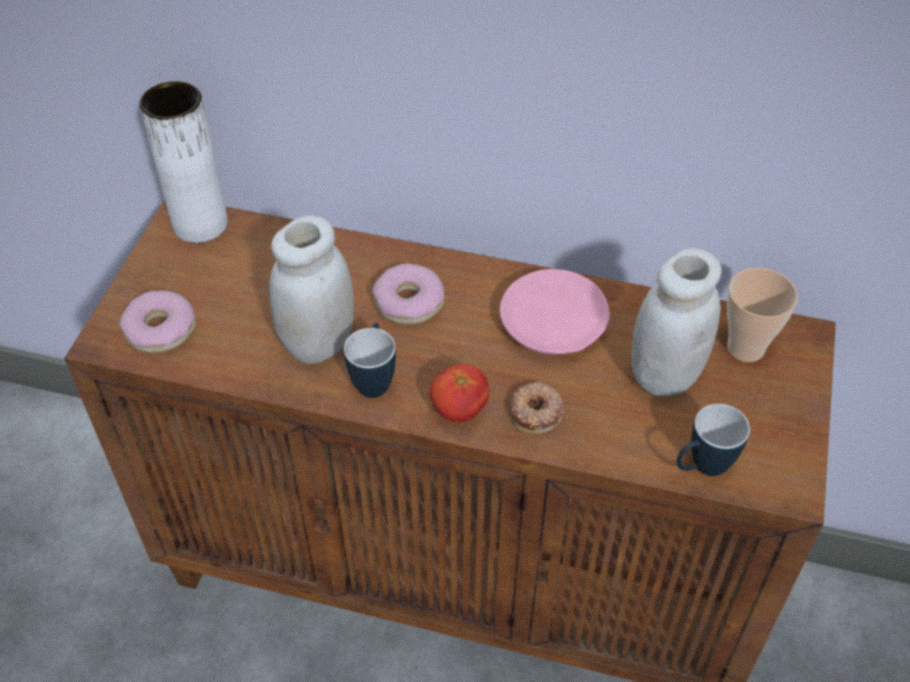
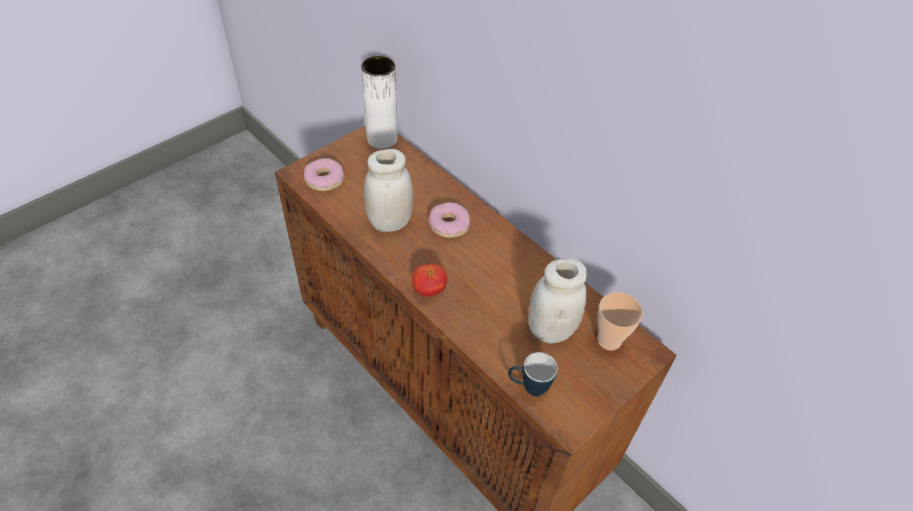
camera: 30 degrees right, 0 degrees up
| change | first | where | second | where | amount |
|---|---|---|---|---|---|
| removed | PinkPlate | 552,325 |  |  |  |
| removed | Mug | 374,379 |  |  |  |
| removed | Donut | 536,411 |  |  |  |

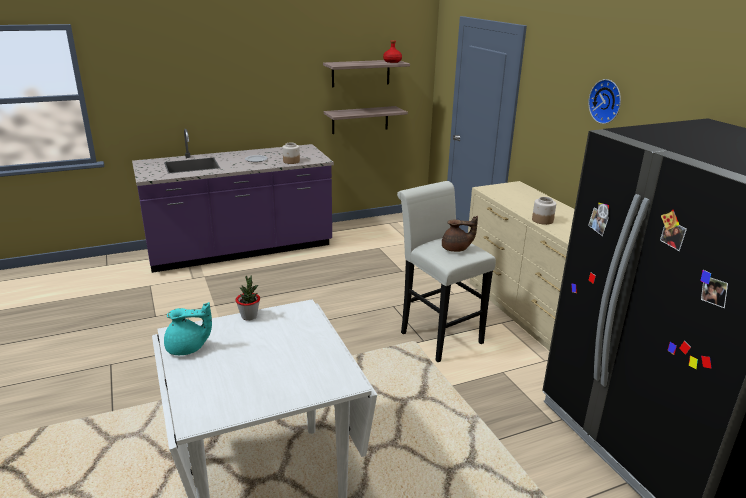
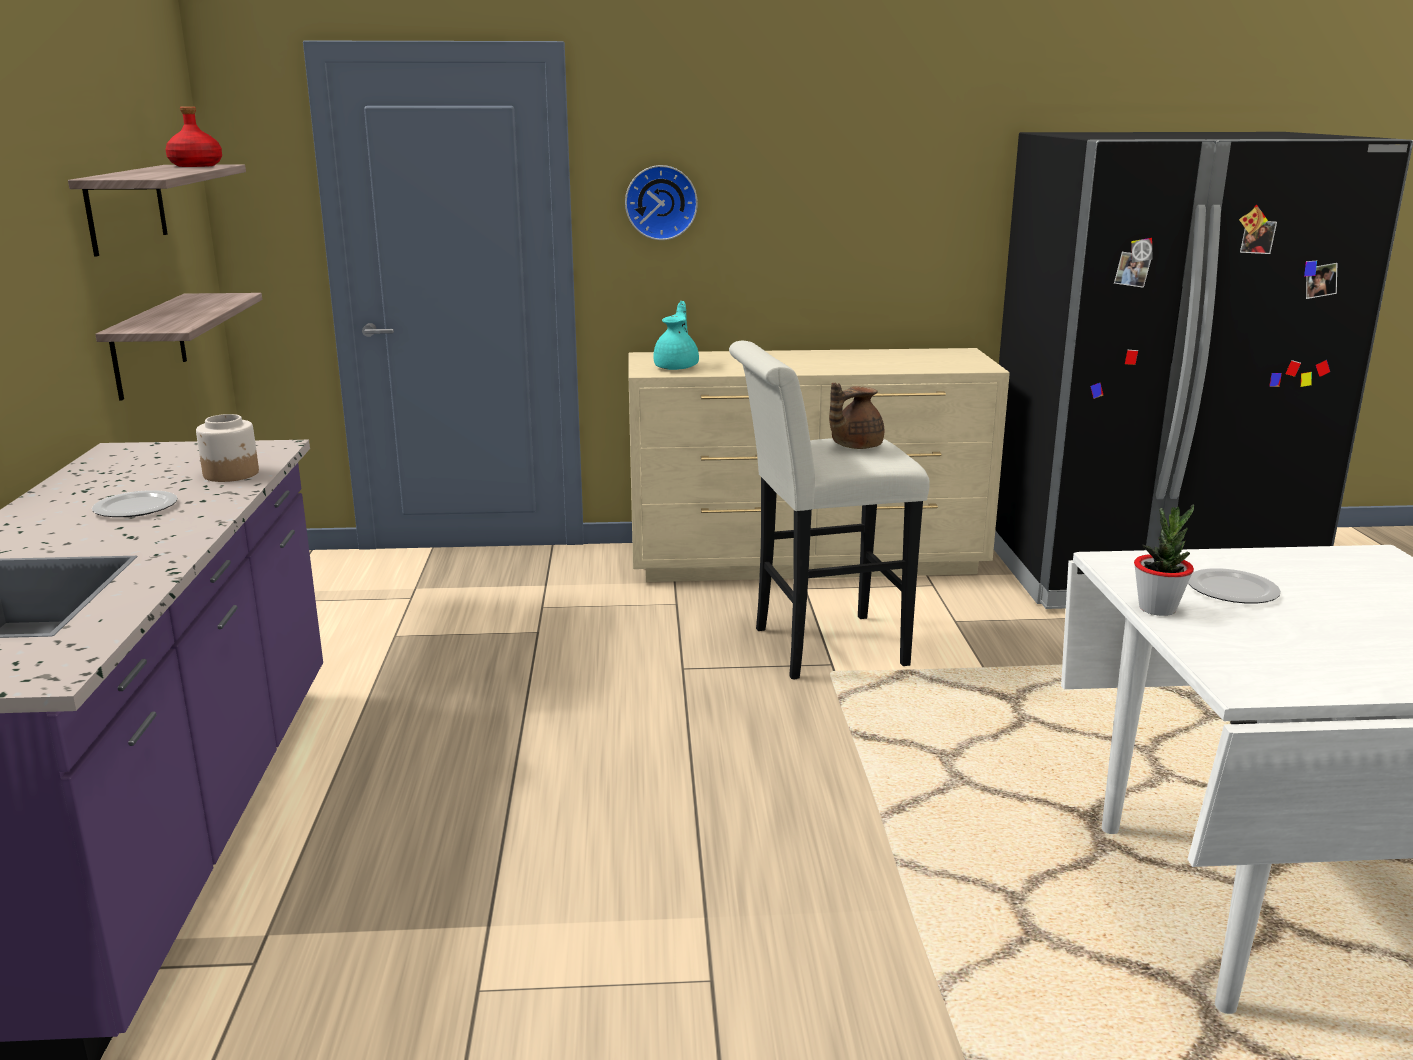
camera: 70 degrees left, 5 degrees down
| change | first | where | second | where | amount |
|---|---|---|---|---|---|
| moved | WallClock | 607,101 |  | 661,202 |  |
| removed | Jar | 542,220 |  |  |  |
| turned | BrownTeapot | 456,249 |  | 854,446 | 150 degrees counterclockwise |
| moved | TurquoiseTeapot | 187,348 |  | 677,367 |  |
| added |  |  | Plate | 1233,590 |  |

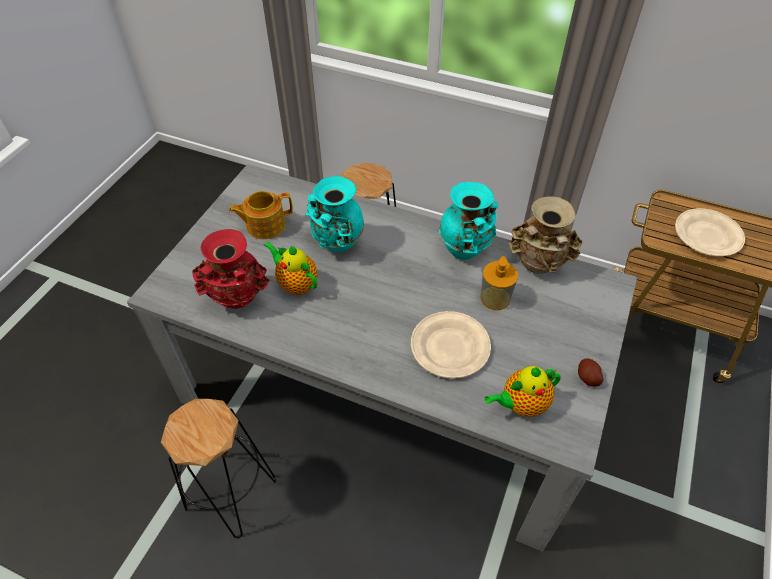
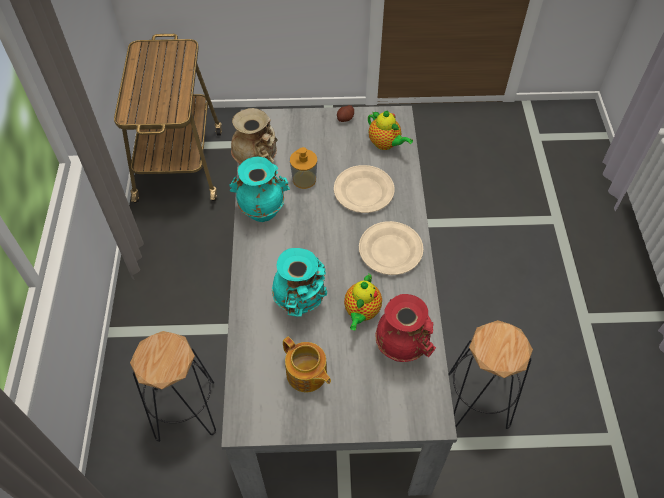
camera: 115 degrees left, 5 degrees up
| change | first | where | second | where | amount |
|---|---|---|---|---|---|
| moved | BeigePlate | 707,235 |  | 391,250 |  |

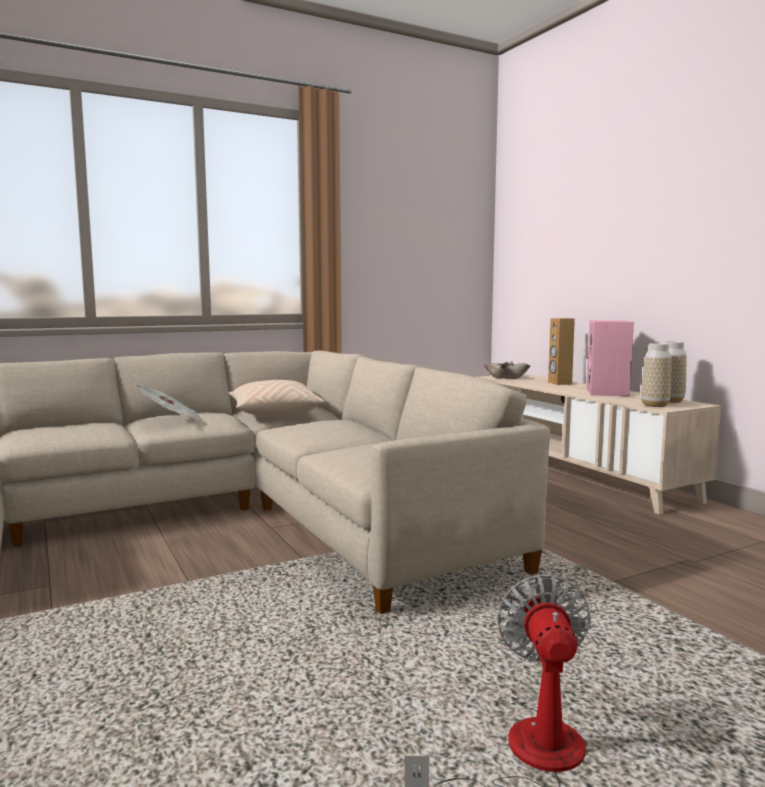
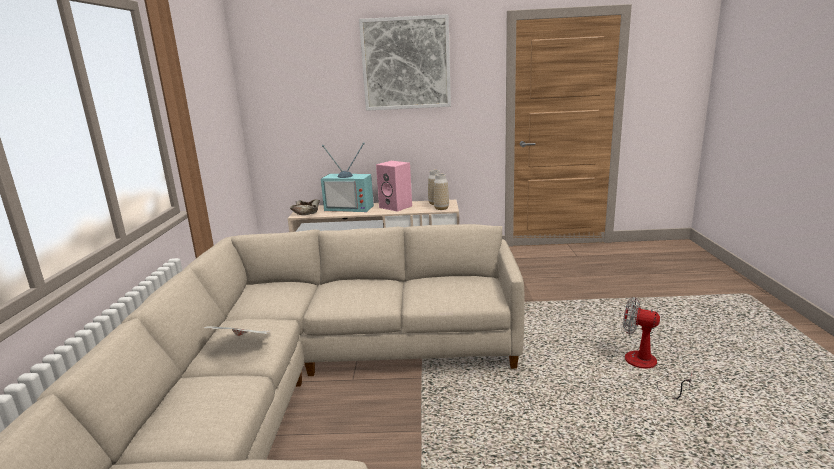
camera: 60 degrees left, 10 degrees up
| change | first | where | second | where | amount |
|---|---|---|---|---|---|
| replaced | BrownSpeaker | 559,383 | Television | 350,207 |  |
| removed | BeigePillow | 274,413 |  |  |  |
| added |  |  | Picture | 406,63 |  |

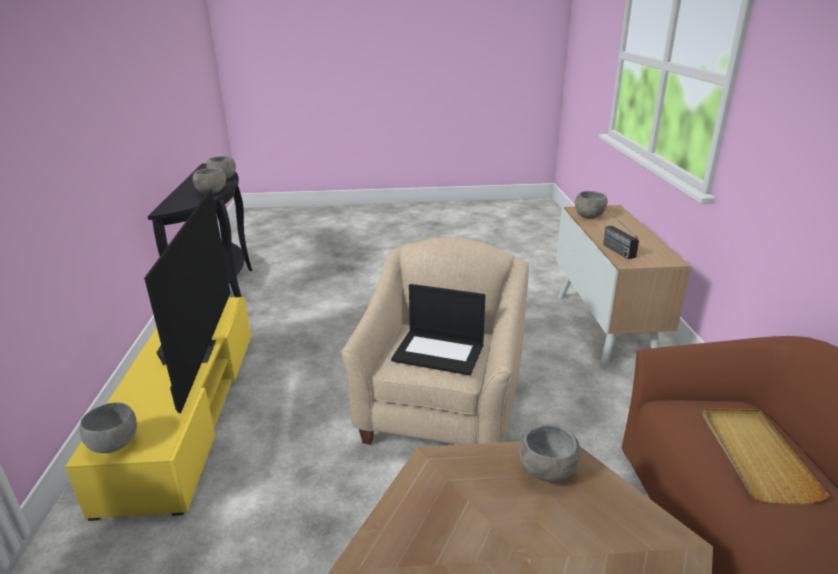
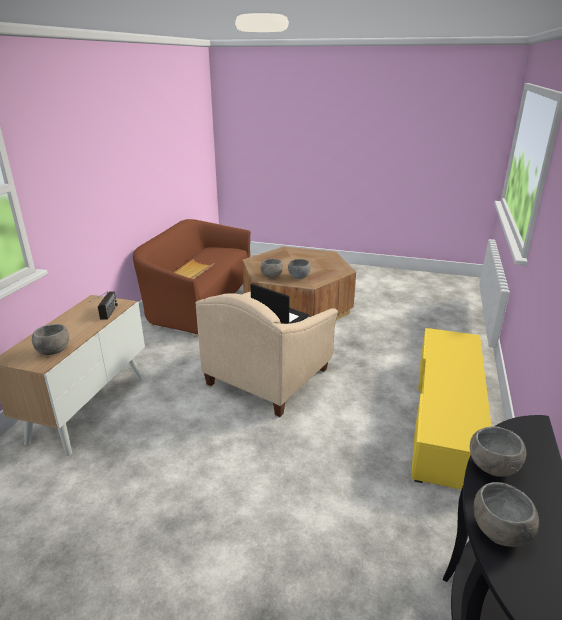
camera: 160 degrees left, 0 degrees up
| change | first | where | second | where | amount |
|---|---|---|---|---|---|
| removed | Television | 197,351 |  |  |  |
| moved | GreyBowl | 114,444 |  | 299,277 |  |

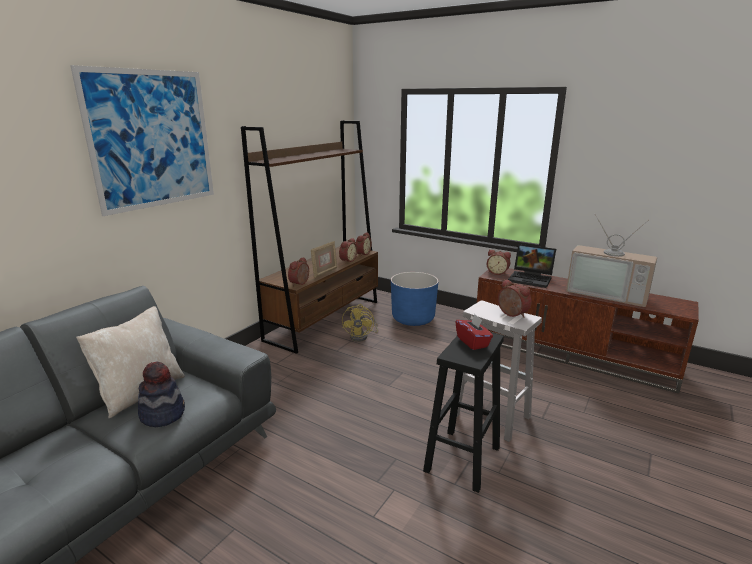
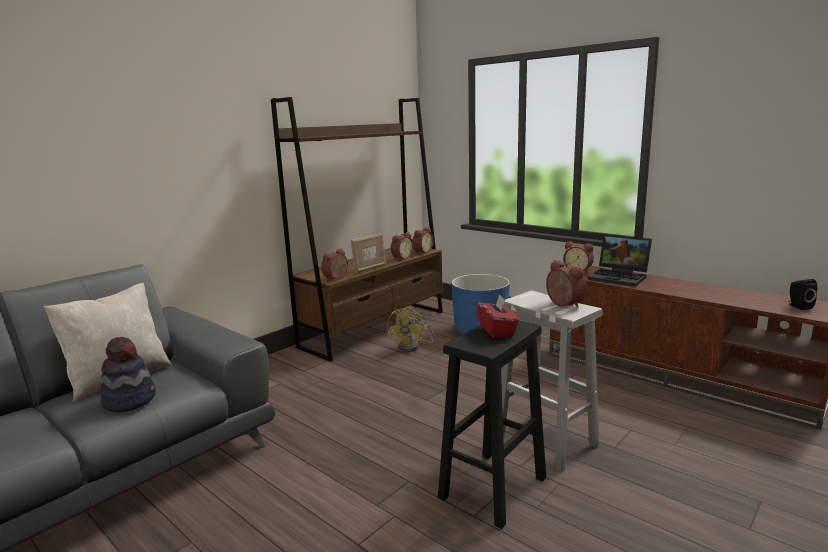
camera: 10 degrees right, 5 degrees down
| change | first | where | second | where | amount |
|---|---|---|---|---|---|
| removed | Picture | 152,139 |  |  |  |
| removed | Television | 607,293 |  |  |  |
| added |  |  | BlackSpeaker | 798,306 |  |

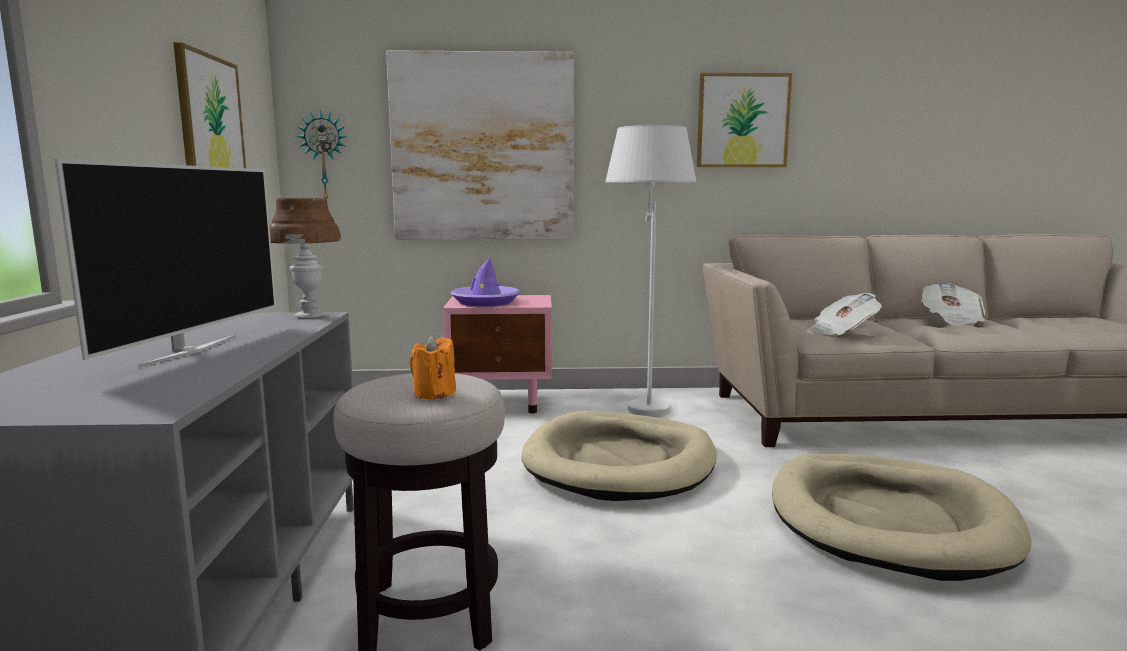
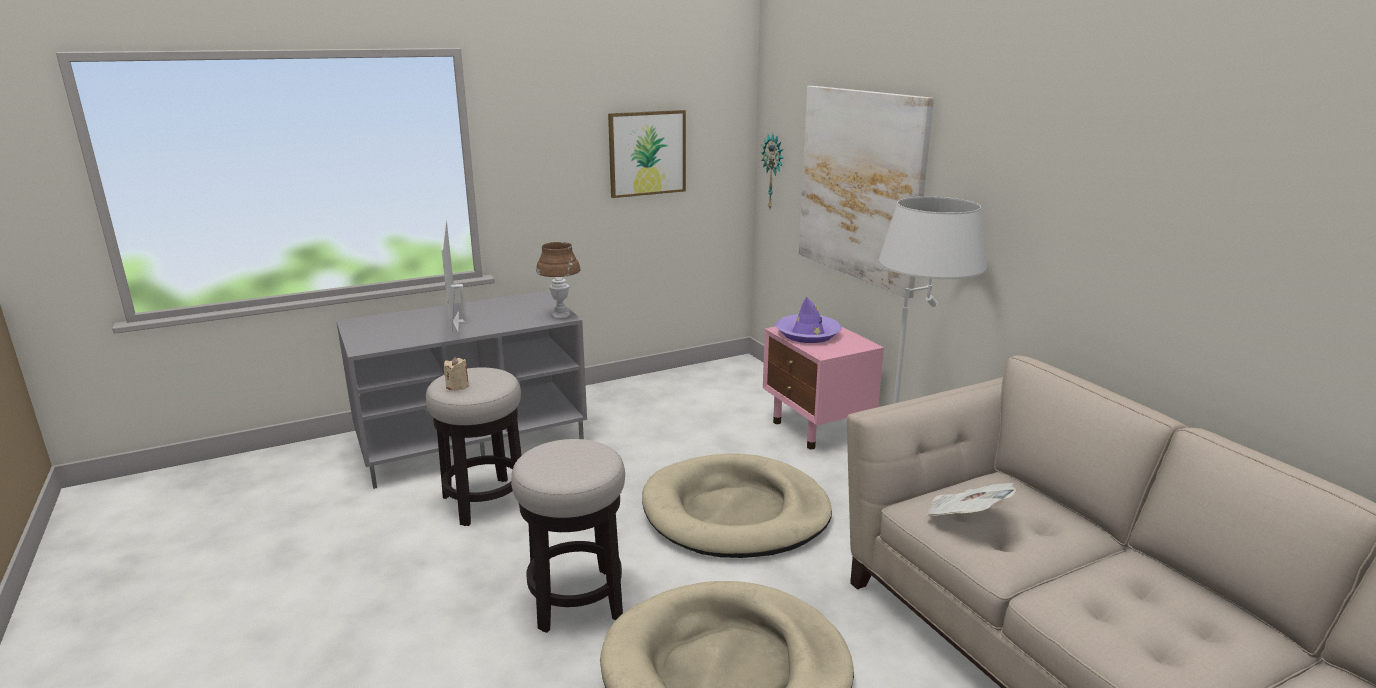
camera: 65 degrees right, 10 degrees up
| change | first | where | second | where | amount |
|---|---|---|---|---|---|
| removed | Picture | 742,121 |  |  |  |
| turned | Television | 189,350 |  | 460,322 | 90 degrees clockwise |
| removed | Newspaper | 951,320 |  |  |  |
| recoloured | OrangeCandle | 434,394 | BeigeCandle | 457,386 |  |
| added |  |  | Stool | 576,600 |  |

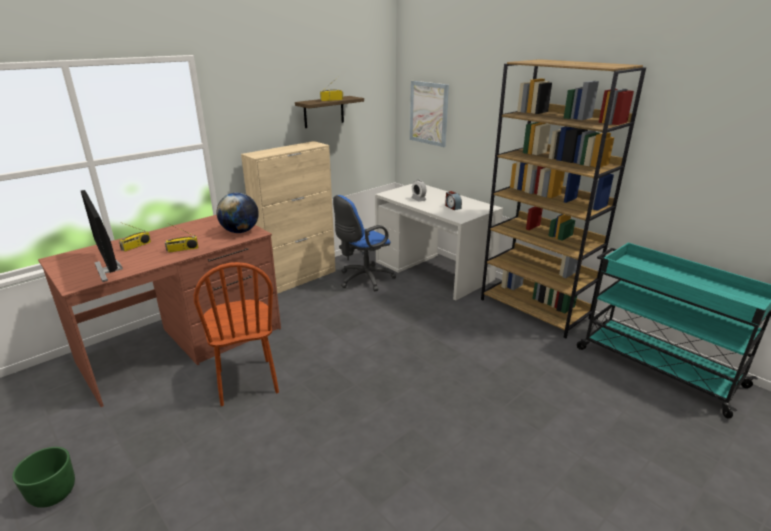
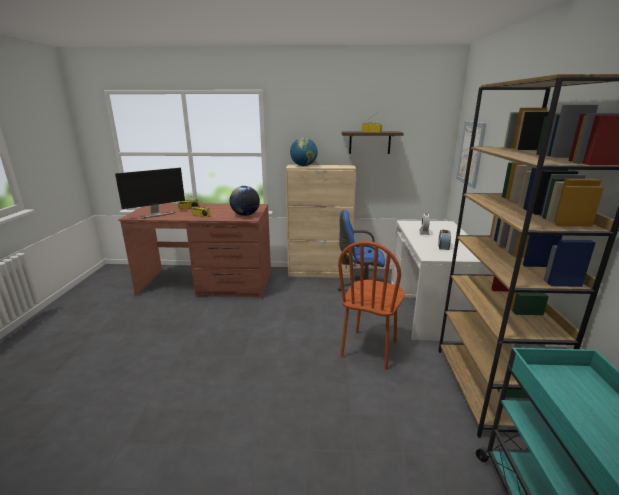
camera: 45 degrees right, 5 degrees down
| change | first | where | second | where | amount |
|---|---|---|---|---|---|
| turned | Monitor | 110,269 |  | 156,214 | 135 degrees counterclockwise |
| moved | BrownChair | 247,381 |  | 369,349 |  |
| removed | GreenPlanter | 54,494 |  |  |  |
| added |  |  | Globe | 303,166 |  |

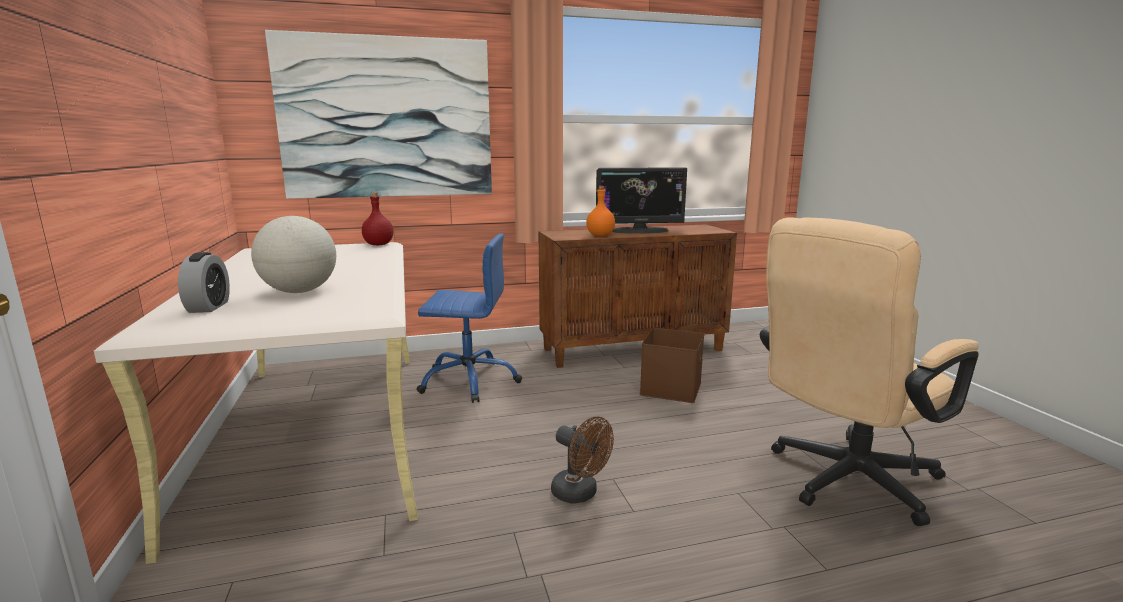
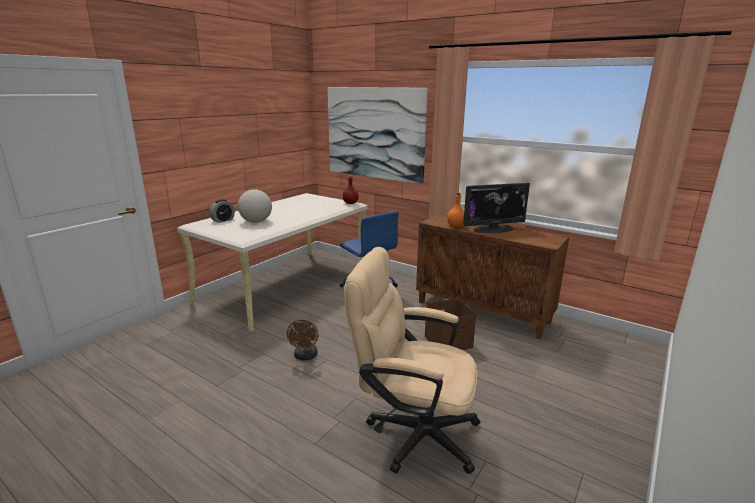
camera: 50 degrees right, 5 degrees up
| change | first | where | second | where | amount |
|---|---|---|---|---|---|
| turned | Monitor | 639,231 |  | 493,229 | 60 degrees counterclockwise |

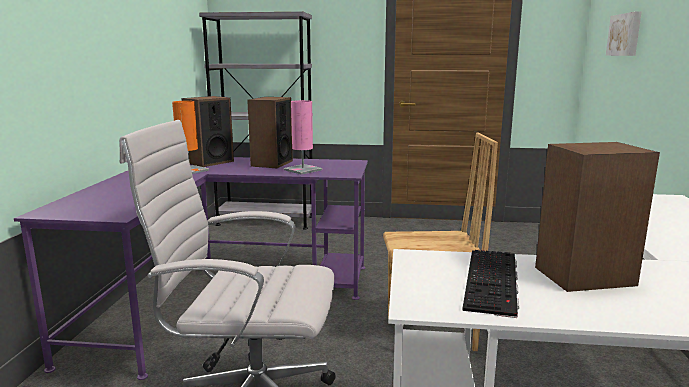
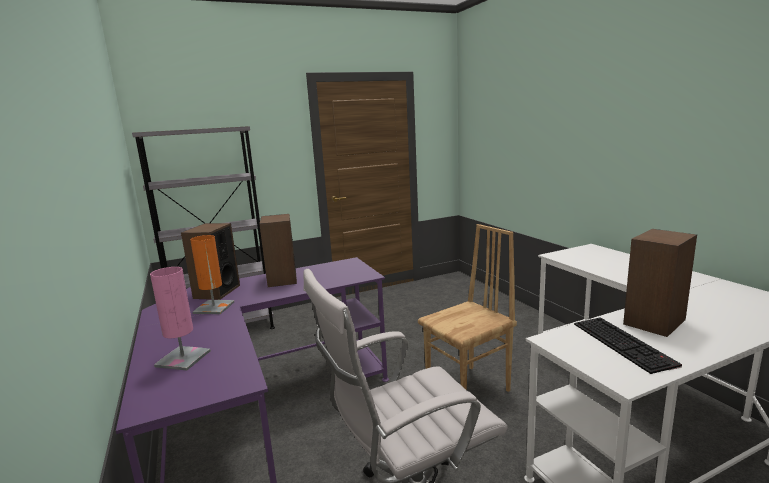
camera: 30 degrees left, 0 degrees up
| change | first | where | second | where | amount |
|---|---|---|---|---|---|
| removed | Picture | 625,34 |  |  |  |
| moved | PinkTableLamp | 303,170 |  | 183,359 |  |

